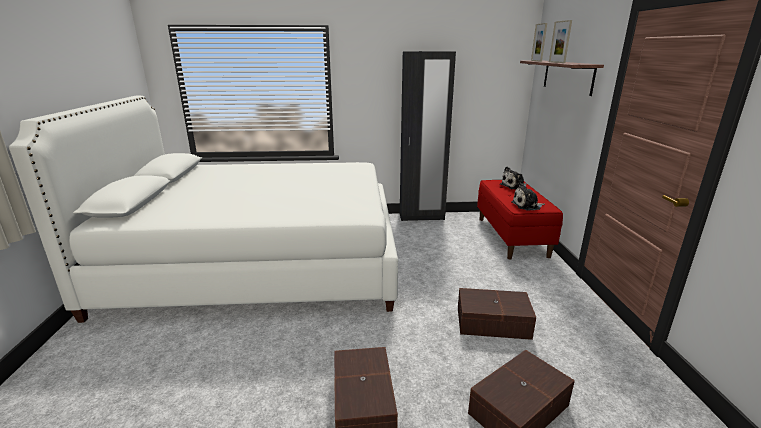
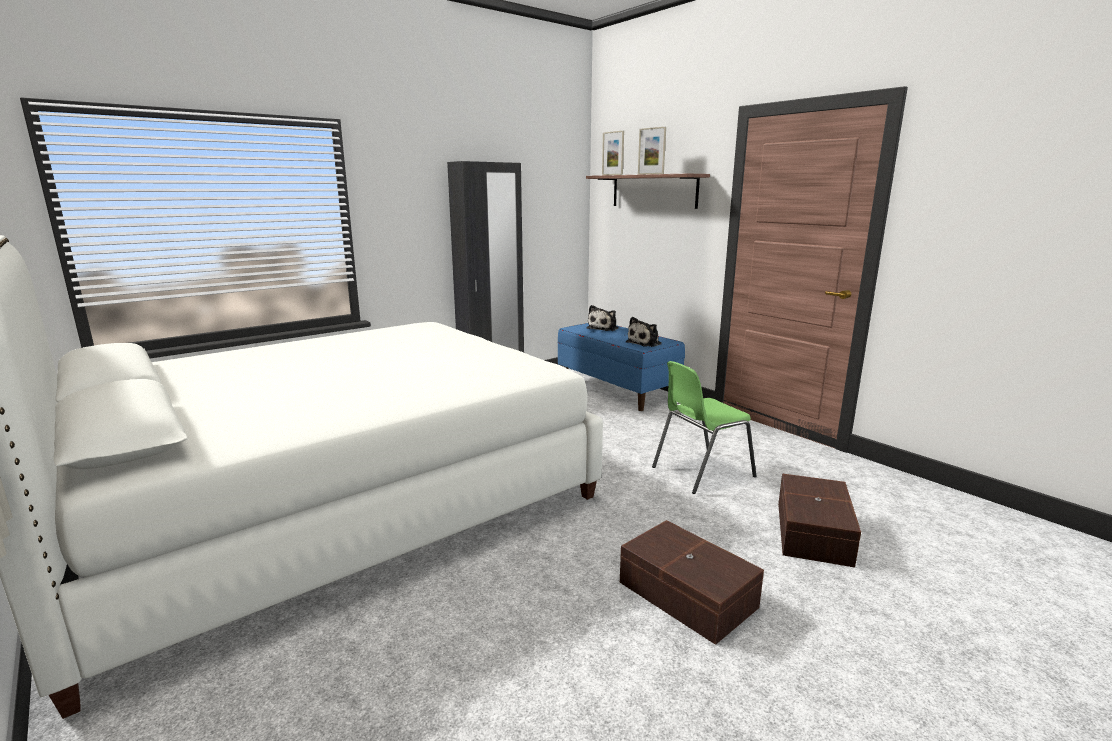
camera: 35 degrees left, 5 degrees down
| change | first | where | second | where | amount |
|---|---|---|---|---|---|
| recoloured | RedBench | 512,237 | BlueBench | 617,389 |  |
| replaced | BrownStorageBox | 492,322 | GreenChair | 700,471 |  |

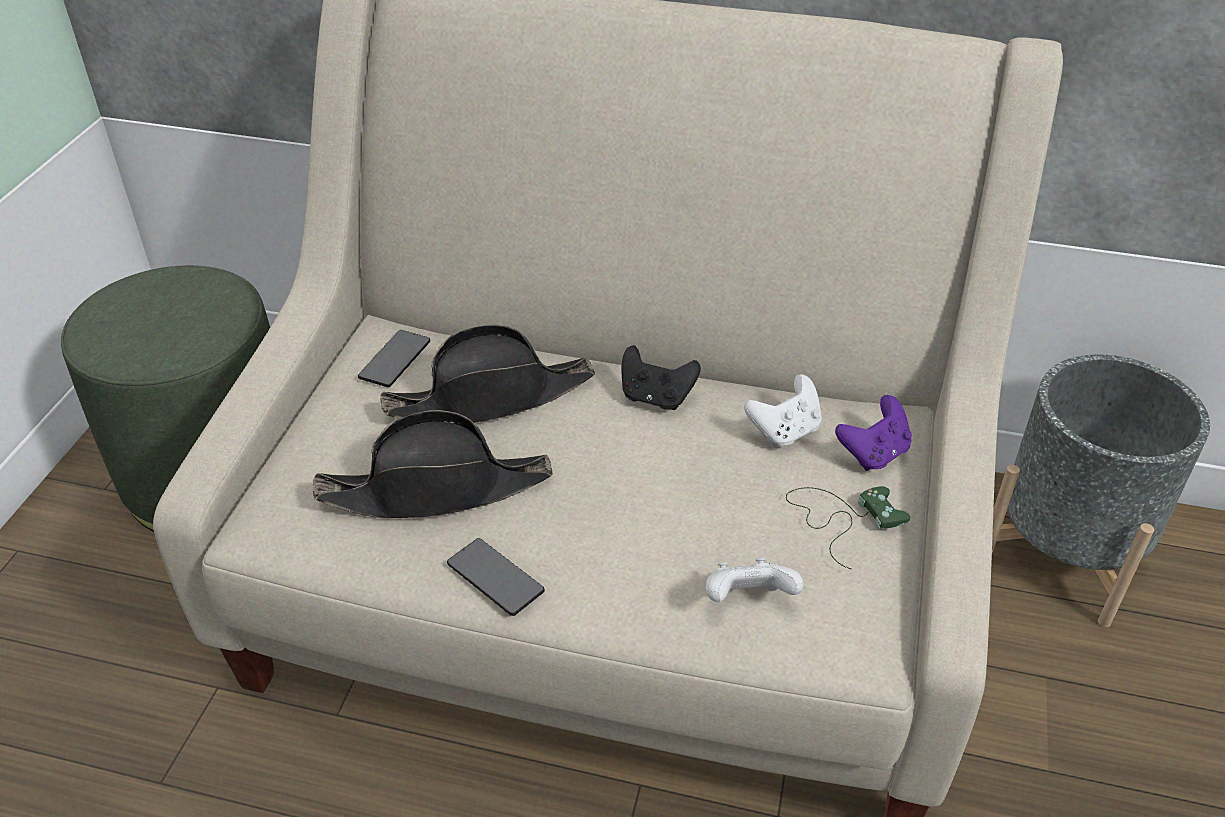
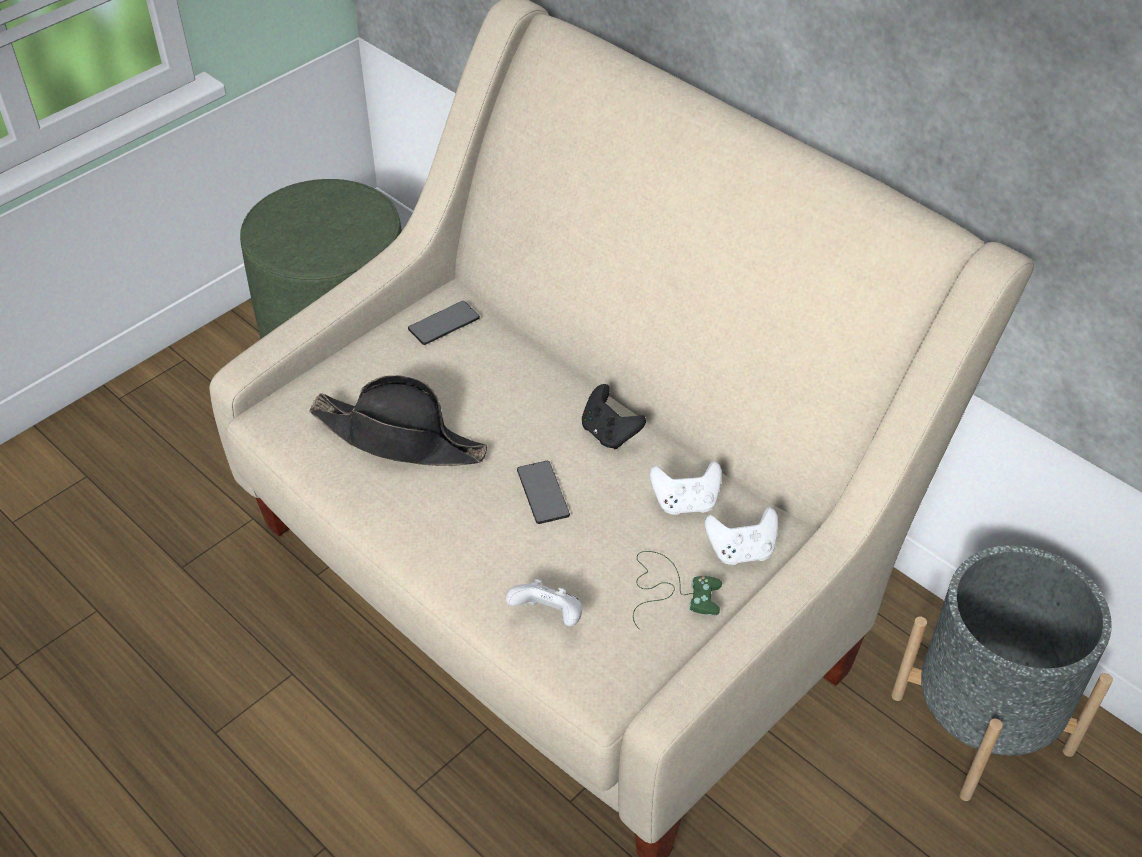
camera: 30 degrees right, 5 degrees up
| change | first | where | second | where | amount |
|---|---|---|---|---|---|
| removed | BlackHat | 491,397 |  |  |  |
| recoloured | PurpleGameController | 873,453 | WhiteGameController | 741,551 |  |
| moved | Phone | 495,578 |  | 543,493 |  |

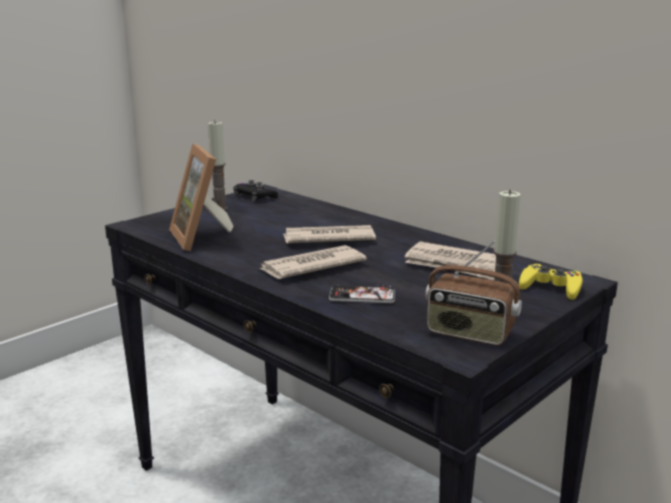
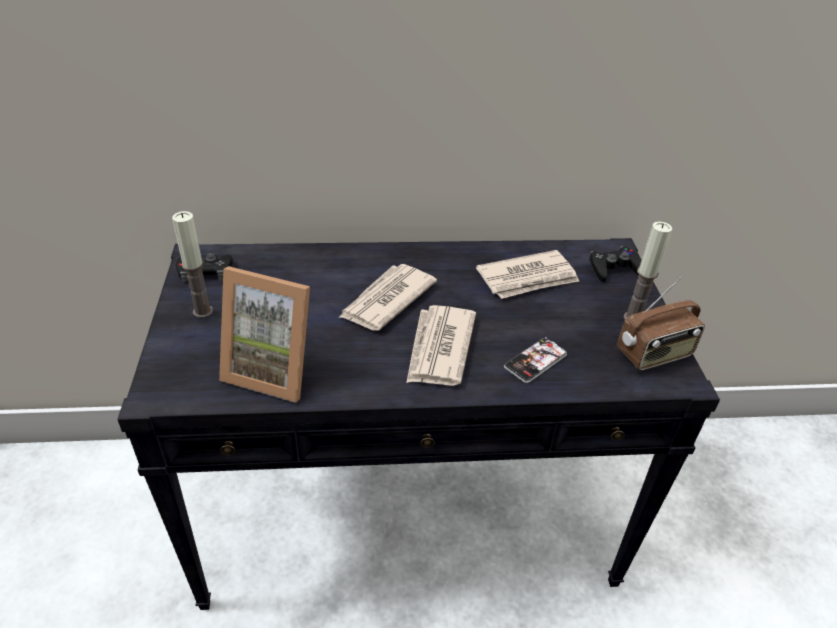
camera: 50 degrees left, 20 degrees up
| change | first | where | second | where | amount |
|---|---|---|---|---|---|
| recoloured | YellowGameController | 550,287 | BlackGameController | 613,268 |  |

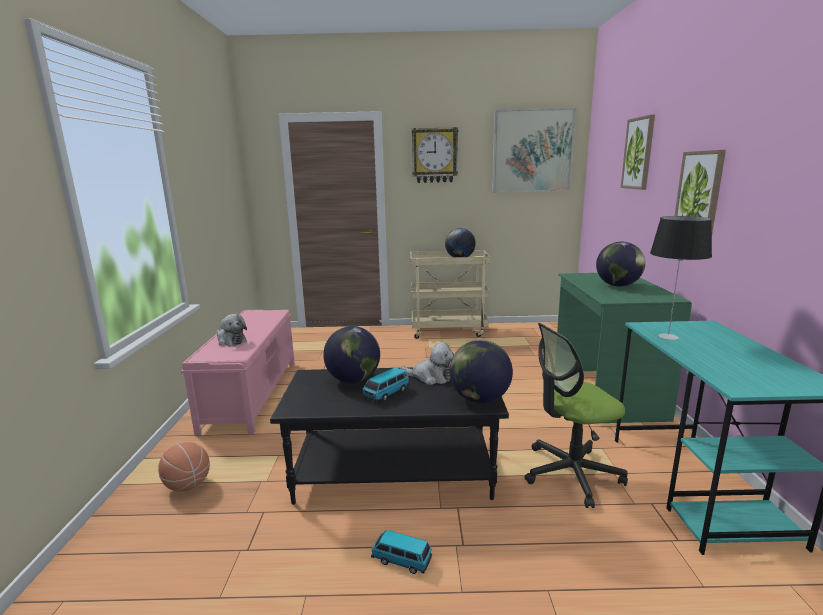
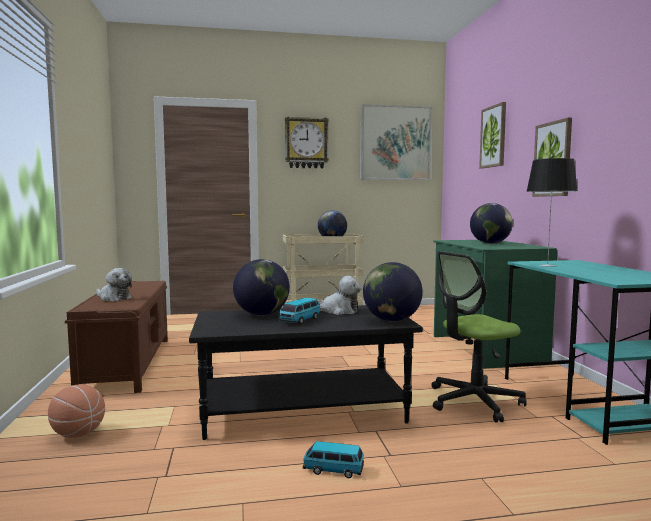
camera: 10 degrees left, 10 degrees down
| change | first | where | second | where | amount |
|---|---|---|---|---|---|
| recoloured | PinkBench | 252,393 | BrownBench | 128,363 |  |

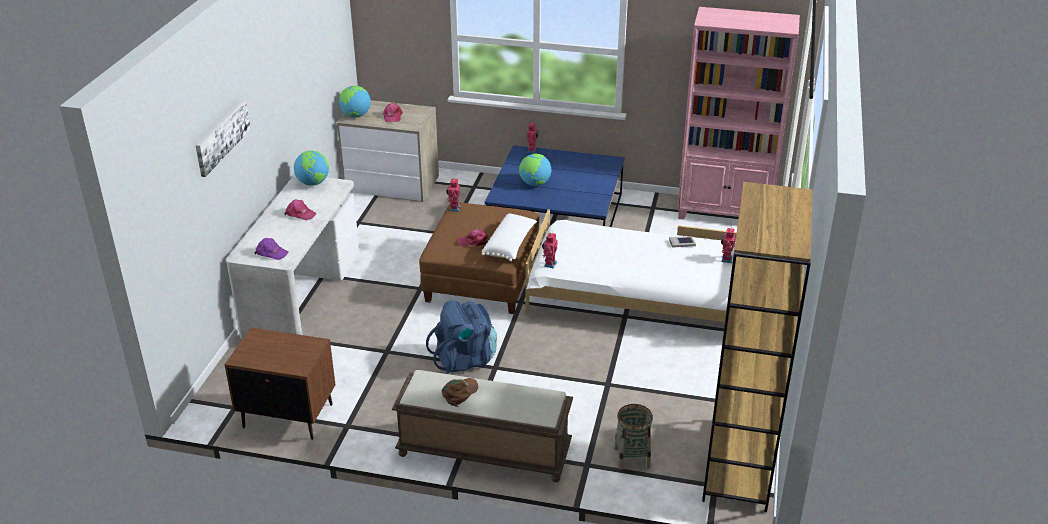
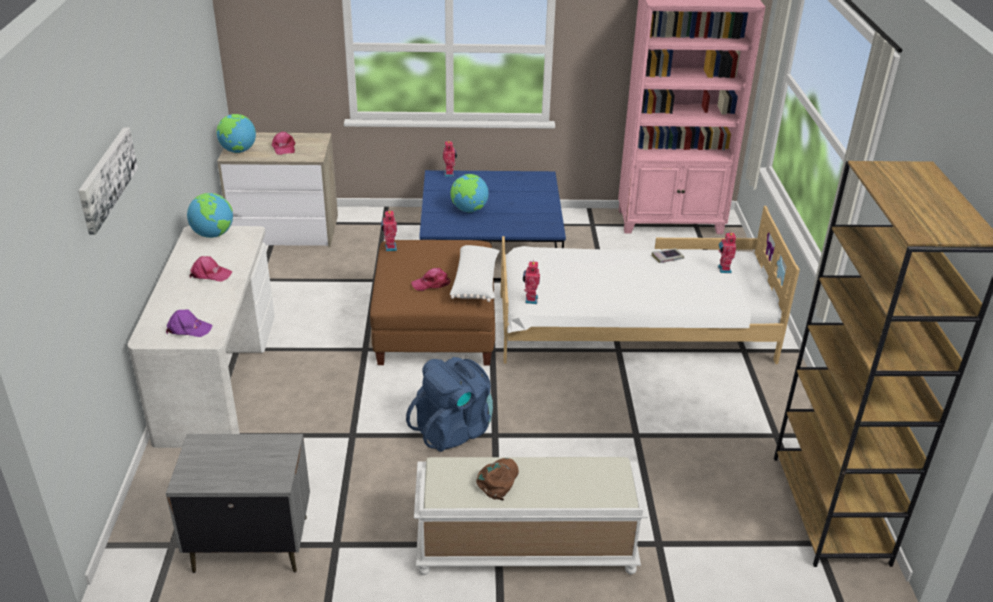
camera: 15 degrees left, 0 degrees up
| change | first | where | second | where | amount |
|---|---|---|---|---|---|
| recoloured | BrownNightstand | 287,415 | GreyNightstand | 250,544 |  |
| recoloured | BrownBench | 483,451 | WhiteBench | 524,549 |  |
| removed | Basket | 631,457 |  |  |  |

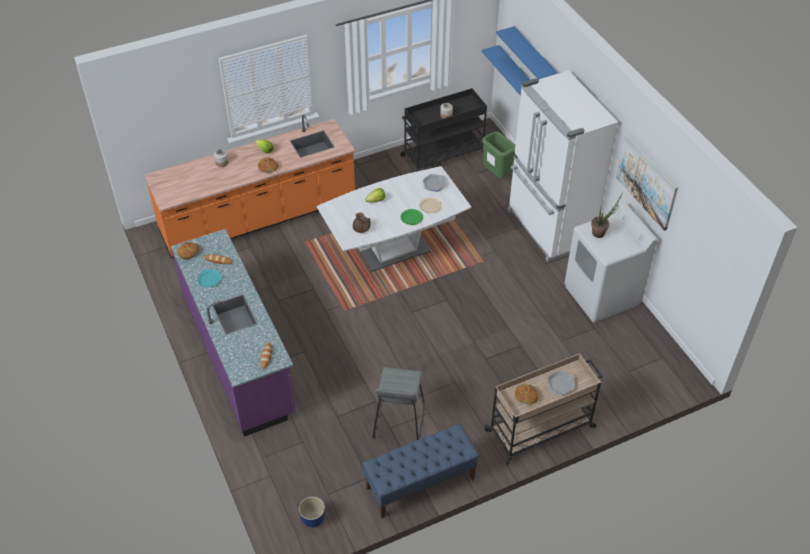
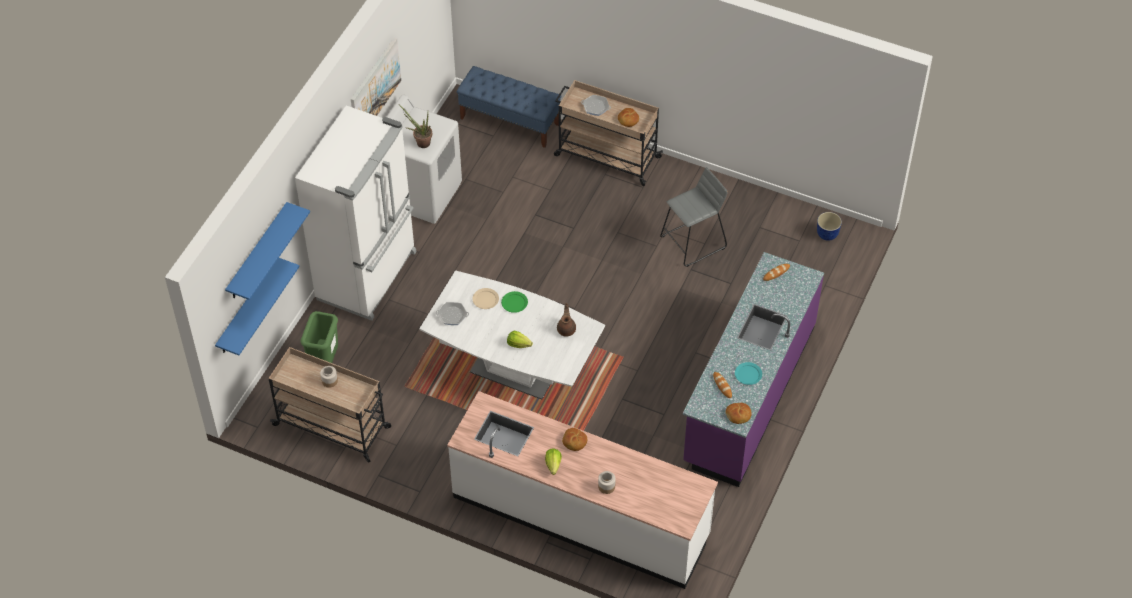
camera: 130 degrees left, 5 degrees up
| change | first | where | second | where | amount |
|---|---|---|---|---|---|
| recoloured | BlackCart | 443,155 | BeigeCart | 333,426 |  |
| recoloured | OrangeCounter | 259,218 | WhiteCounter | 581,515 |  |
| moved | BlueBench | 420,483 |  | 510,121 |  |

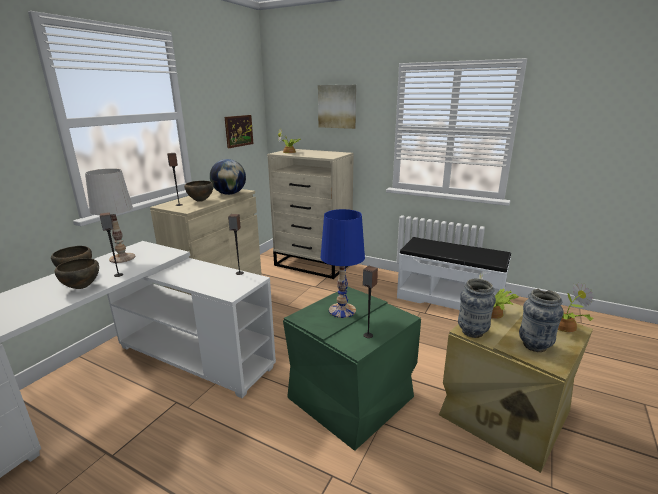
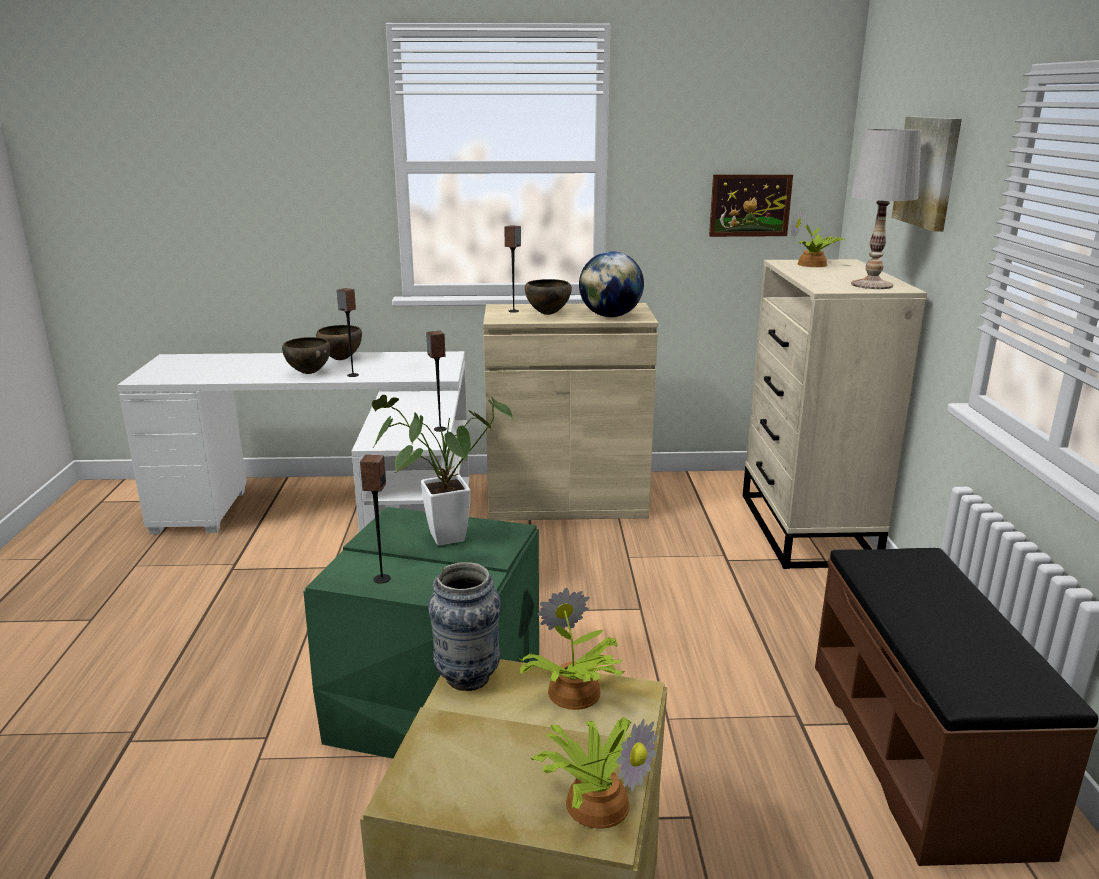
camera: 60 degrees right, 0 degrees up
| change | first | where | second | where | amount |
|---|---|---|---|---|---|
| moved | WhiteTableLamp | 122,258 |  | 871,285 |  |
| replaced | BlueTableLamp | 341,310 | PottedPlant | 438,539 |  |
| recoloured | WhiteBench | 449,299 | BrownBench | 921,750 |  |
| removed | Vase | 534,346 |  |  |  |

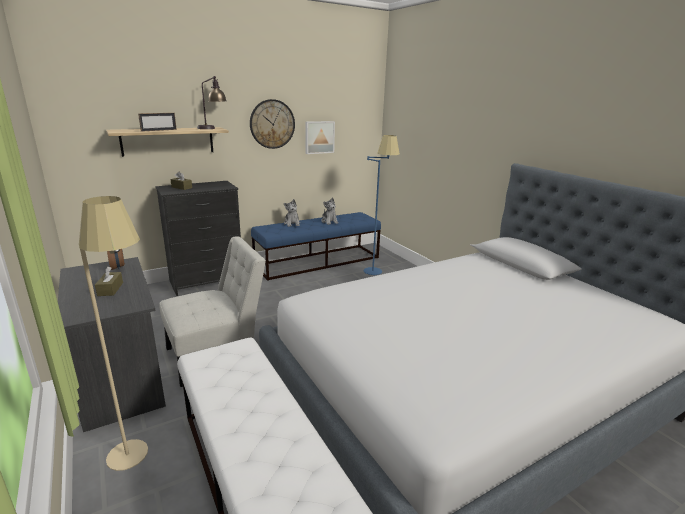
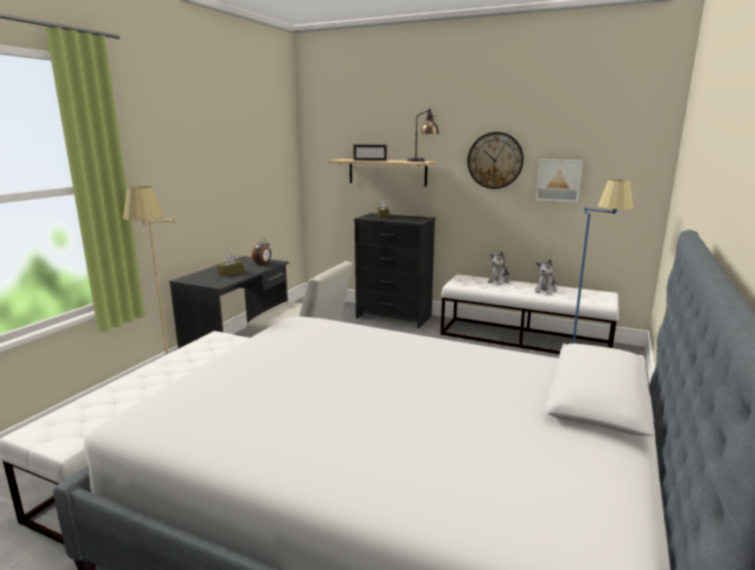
camera: 55 degrees right, 5 degrees down
| change | first | where | second | where | amount |
|---|---|---|---|---|---|
| recoloured | BlueBench | 318,261 | WhiteBench | 524,339 |  |

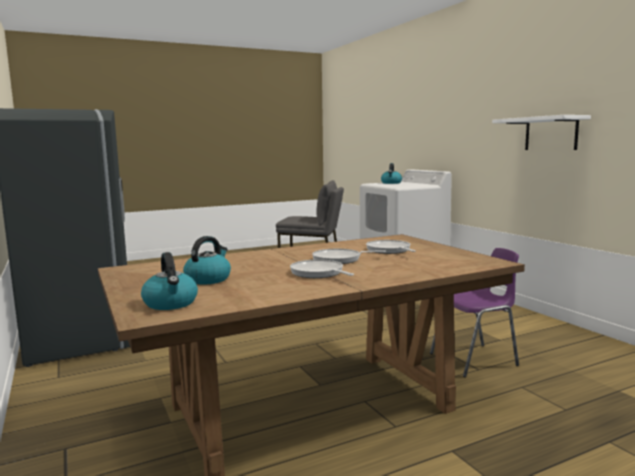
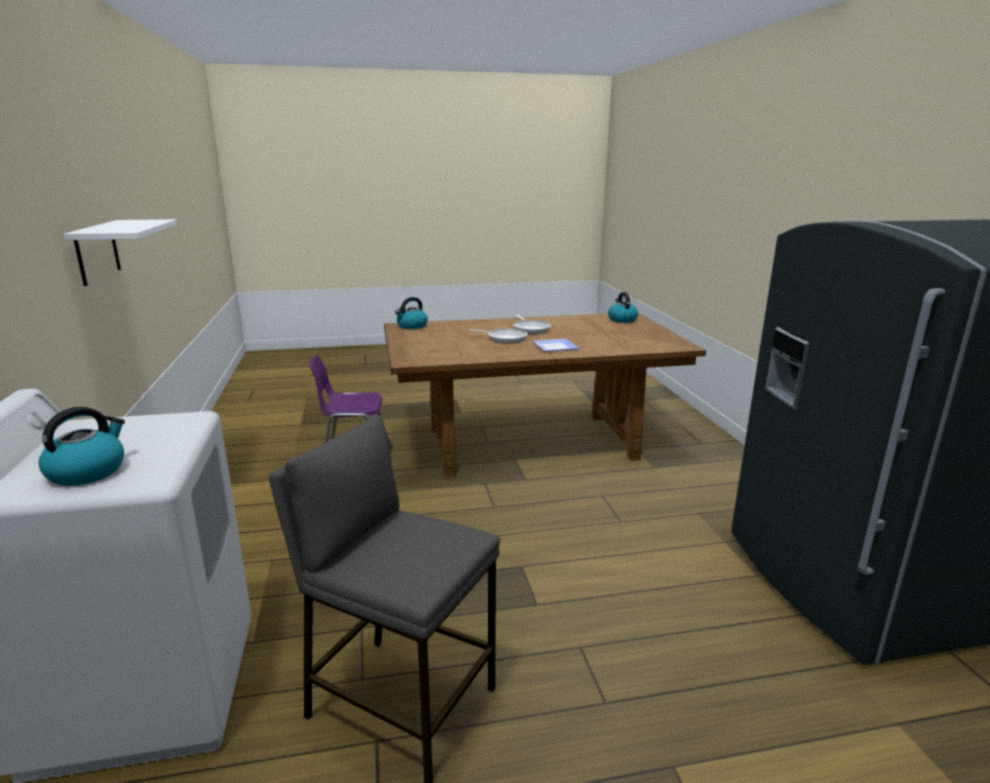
camera: 165 degrees left, 10 degrees up
| change | first | where | second | where | amount |
|---|---|---|---|---|---|
| moved | Kettle | 208,279 |  | 412,326 |  |
| removed | FryingPan | 389,250 |  |  |  |
| added |  |  | Plate | 557,347 |  |

